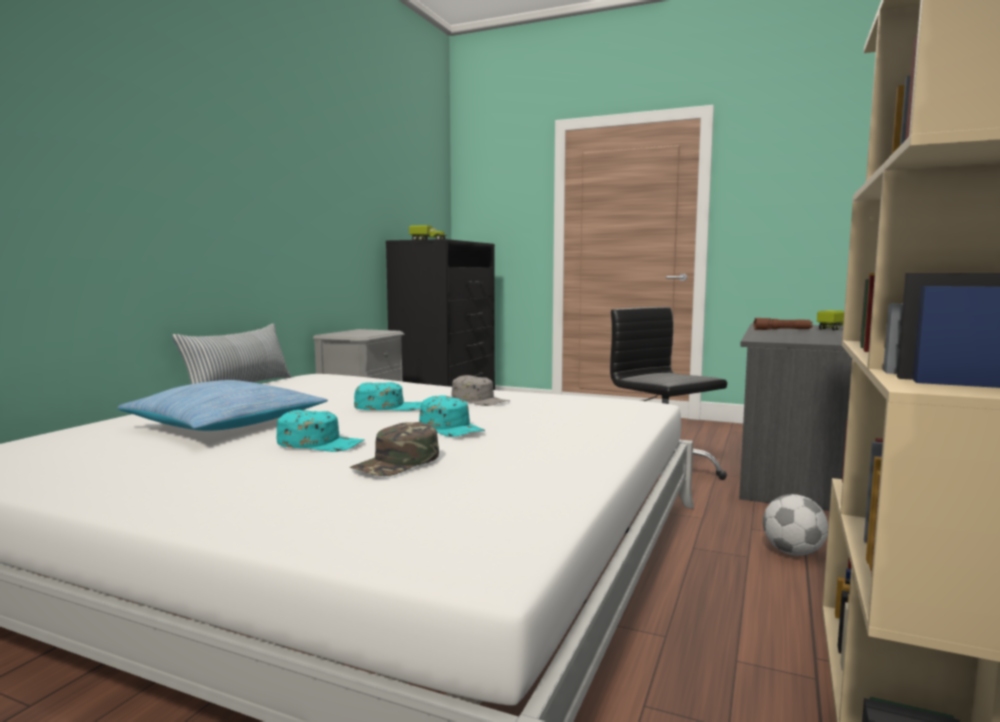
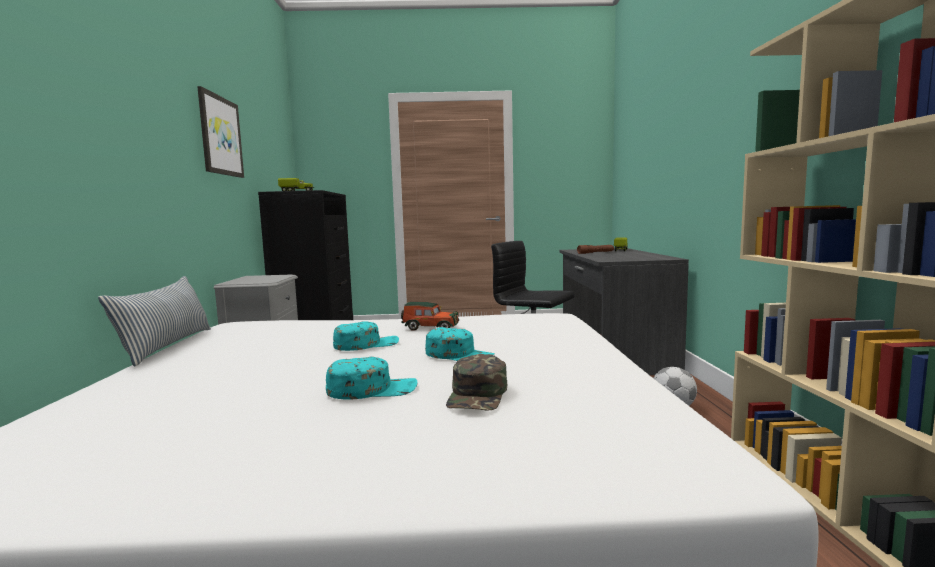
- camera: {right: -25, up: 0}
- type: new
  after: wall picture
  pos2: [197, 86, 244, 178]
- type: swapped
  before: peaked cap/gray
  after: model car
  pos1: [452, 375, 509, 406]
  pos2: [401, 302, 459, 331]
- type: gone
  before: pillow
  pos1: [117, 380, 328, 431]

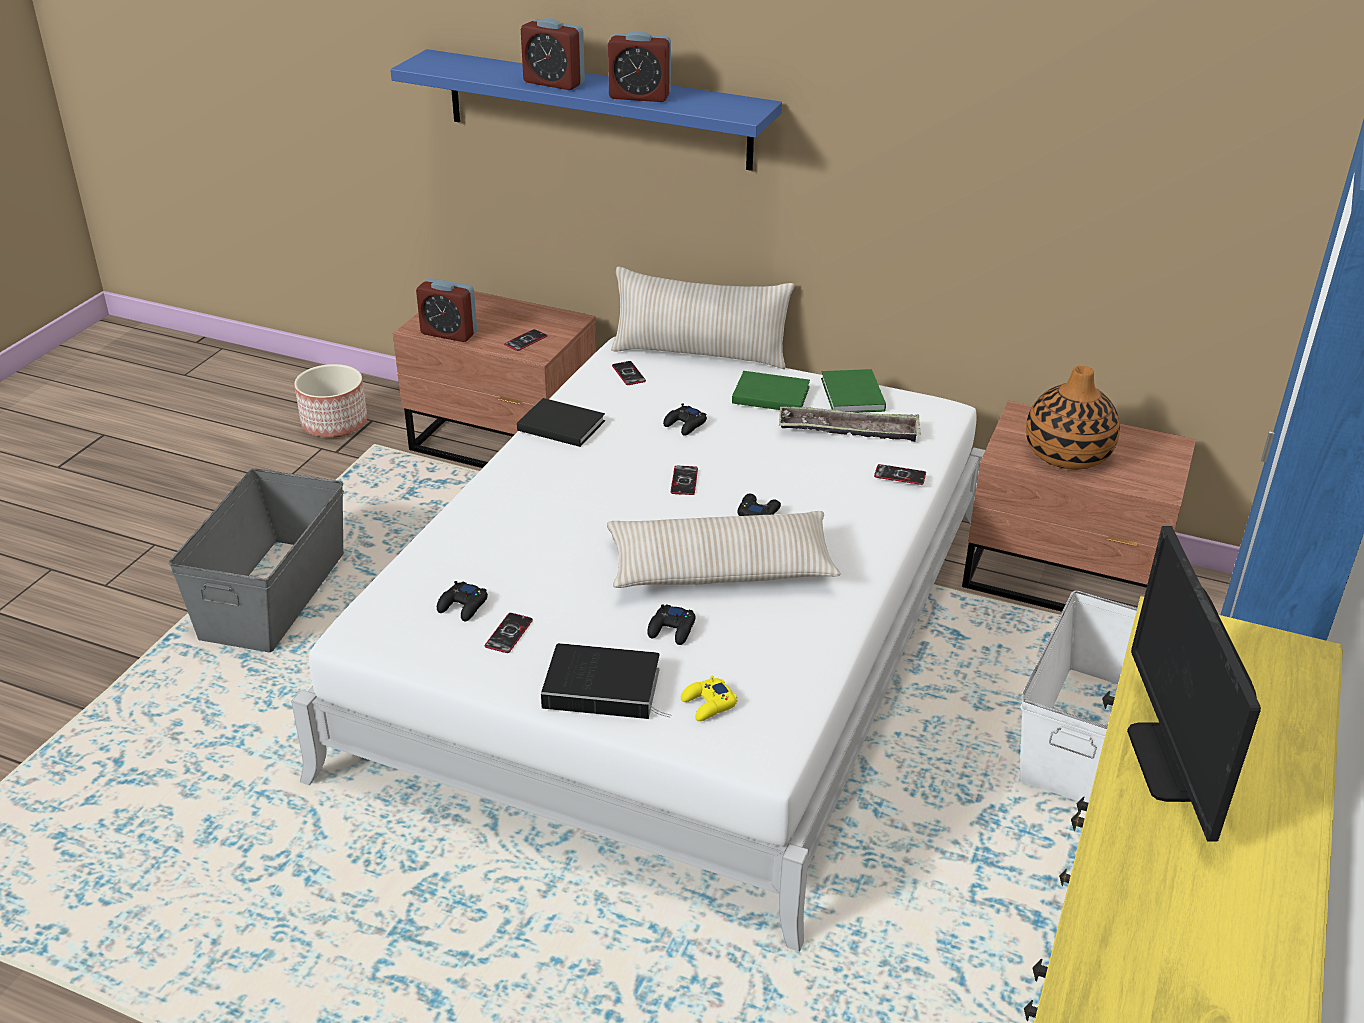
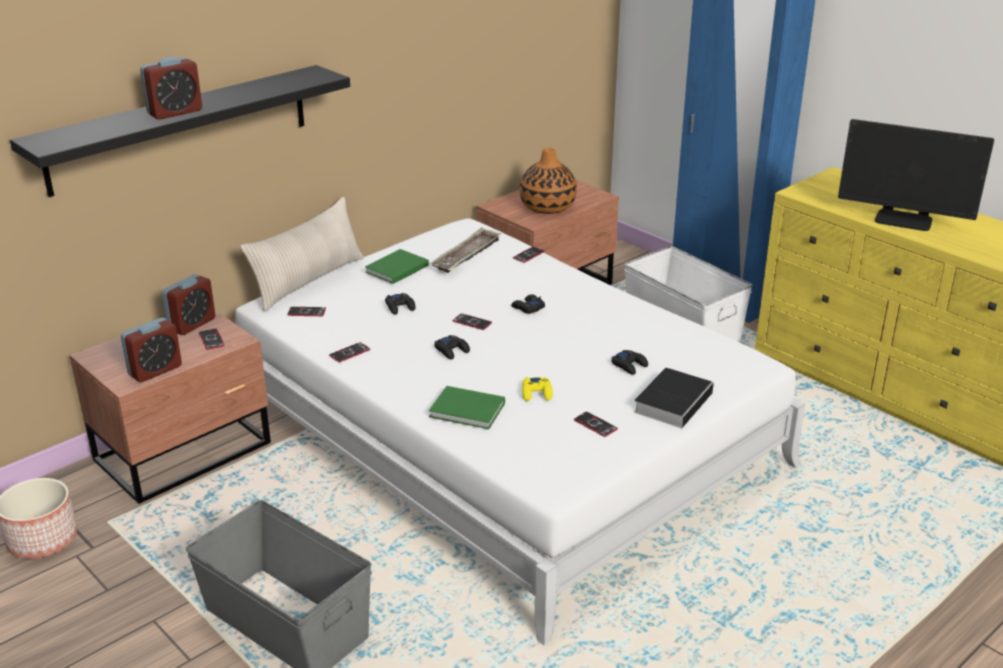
- camera: {right: -65, up: -5}
- type: repainted
  before: shelf/bluish
  after: shelf/blackish
  pos1: [390, 49, 782, 171]
  pos2: [10, 65, 350, 197]
- type: shifted
  before: bedside clock
  pos1: [608, 31, 671, 102]
  pos2: [161, 274, 215, 335]
- type: swapped
  before: book/blackish
  after: telephone
  pos1: [517, 398, 605, 447]
  pos2: [329, 342, 370, 362]
- type: shifted
  before: book/green-coloured
  pos1: [821, 369, 886, 413]
  pos2: [429, 386, 505, 429]
- type: shifted
  before: game controller/blackish
  pos1: [437, 581, 488, 621]
  pos2: [434, 335, 470, 359]
- type: shifted
  before: game controller/yellowish
  pos1: [681, 675, 737, 721]
  pos2: [522, 377, 553, 401]
- type: gone
  before: pillow/sand-coloured
  pos1: [607, 511, 841, 588]

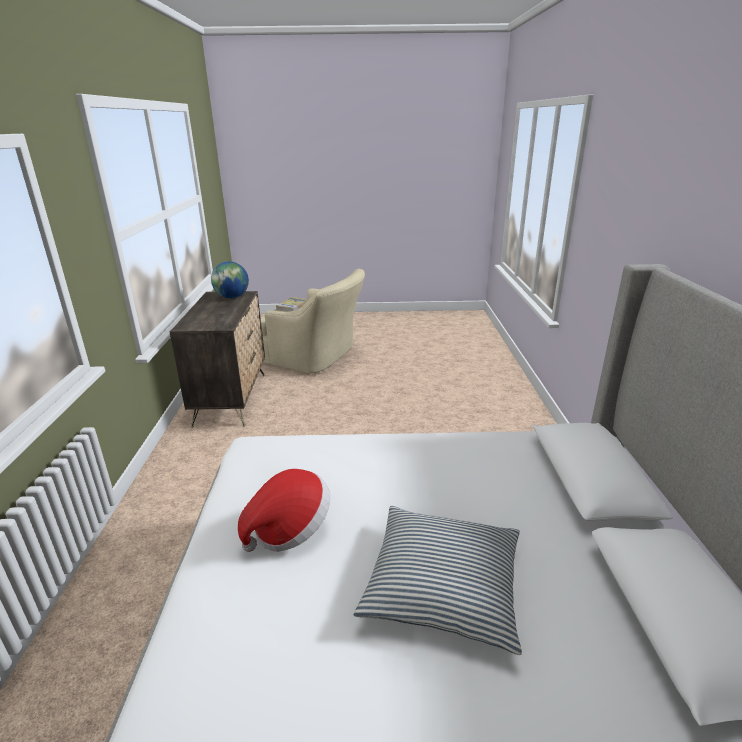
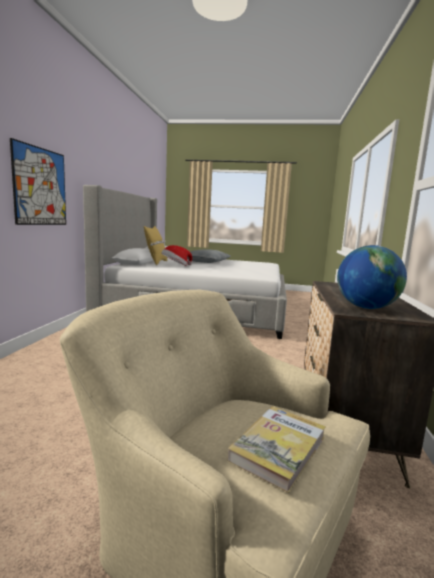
- camera: {right: -170, up: -15}
- type: new
  after: wall picture
  pos2: [10, 138, 66, 225]
- type: new
  after: pillow/yellowish
  pos2: [144, 226, 167, 265]
- type: shifted
  before: hat
  pos1: [238, 469, 330, 552]
  pos2: [161, 245, 192, 266]

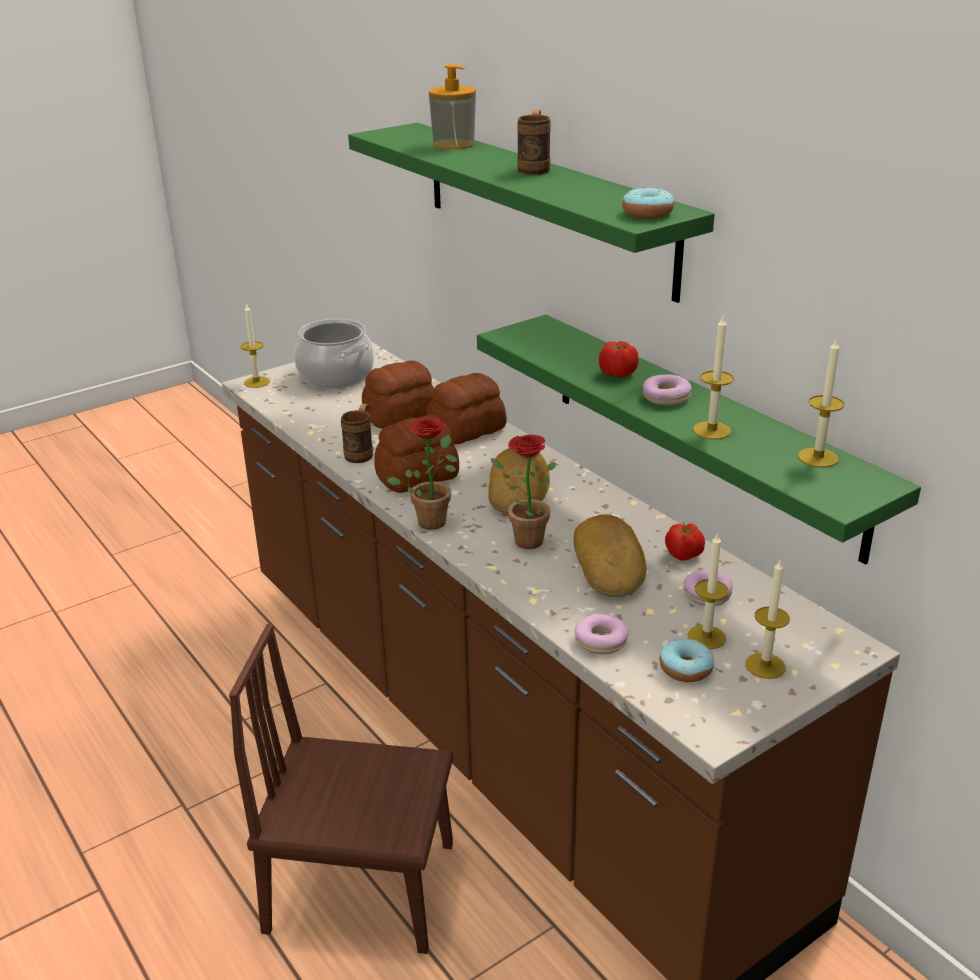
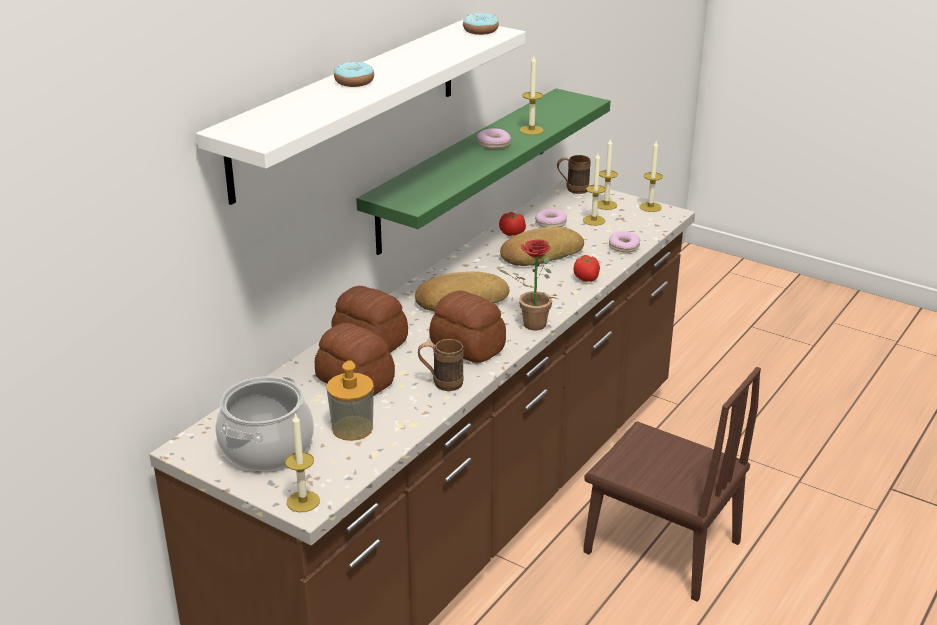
- camera: {right: -110, up: 0}
- type: repainted
  before: shelf/green-coloured
  after: shelf/white-coloured
  pos1: [348, 123, 715, 303]
  pos2: [196, 19, 525, 205]
- type: shifted
  before: soap bottle
  pos1: [429, 64, 476, 149]
  pos2: [326, 360, 374, 441]
- type: shifted
  before: donut
  pos1: [659, 639, 714, 682]
  pos2: [334, 62, 374, 87]
- type: shifted
  before: mug/brown-coloured
  pos1: [517, 109, 551, 175]
  pos2: [557, 155, 591, 194]
- type: shifted
  before: tomato
  pos1: [599, 341, 639, 378]
  pos2: [574, 255, 600, 282]
- type: rotated
  before: chair/brown-coloured
  pos1: [229, 624, 453, 954]
  pos2: [583, 367, 761, 602]
  turn: -45
- type: shifted
  before: wax candle
  pos1: [798, 337, 845, 467]
  pos2: [640, 141, 663, 212]
- type: gone
  before: potted plant
  pos1: [491, 435, 556, 549]

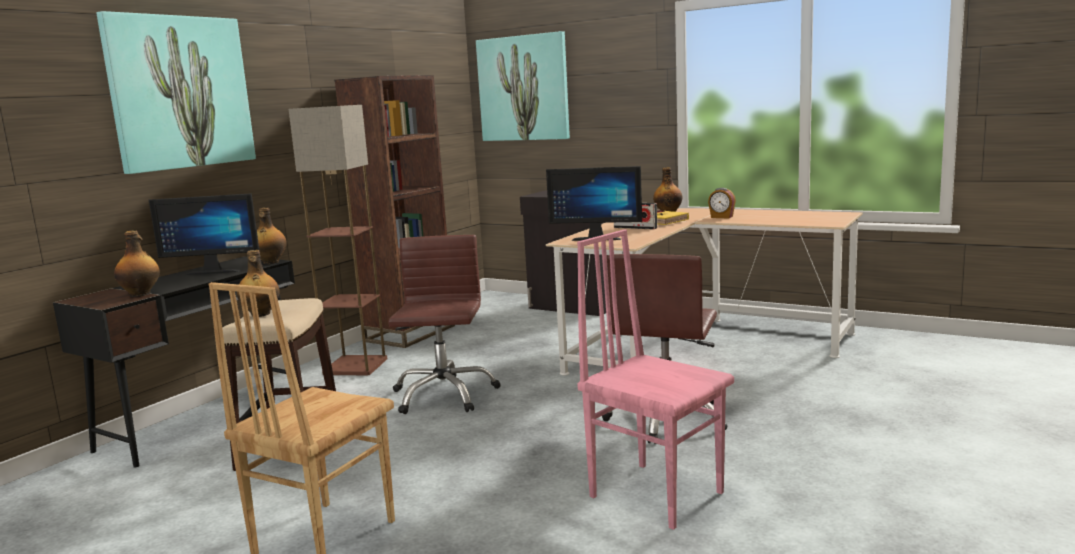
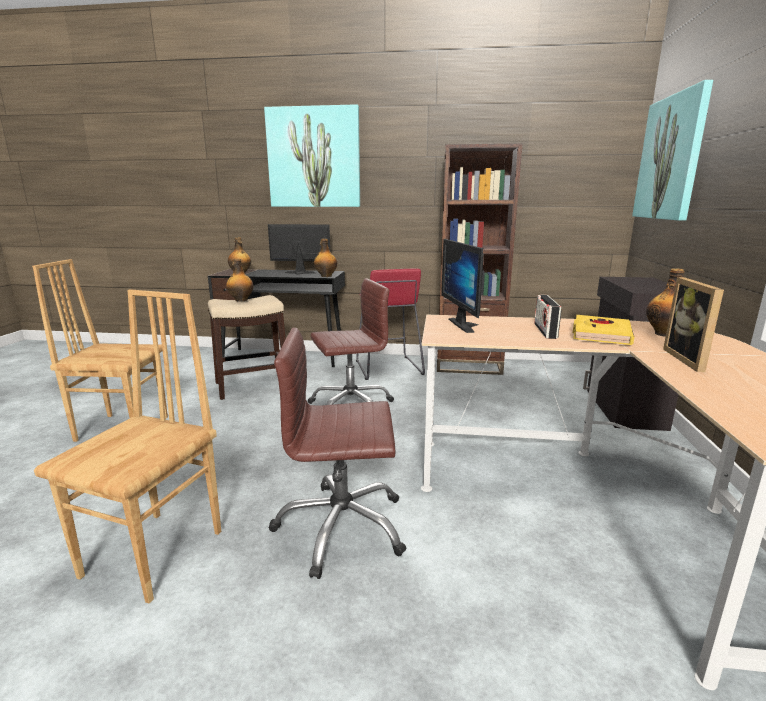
- camera: {right: 65, up: 5}
- type: repainted
  before: chair/pink
  after: chair/brown-coloured
  pos1: [577, 230, 734, 530]
  pos2: [34, 289, 221, 603]
- type: rotated
  before: computer display
  pos1: [149, 193, 260, 275]
  pos2: [268, 224, 330, 275]
  turn: 120
- type: swapped
  before: floor lamp
  after: stool seat/reddish
  pos1: [289, 105, 387, 375]
  pos2: [356, 269, 425, 380]
- type: swapped
  before: bedside clock
  after: standing frame
  pos1: [708, 188, 736, 219]
  pos2: [663, 277, 724, 372]

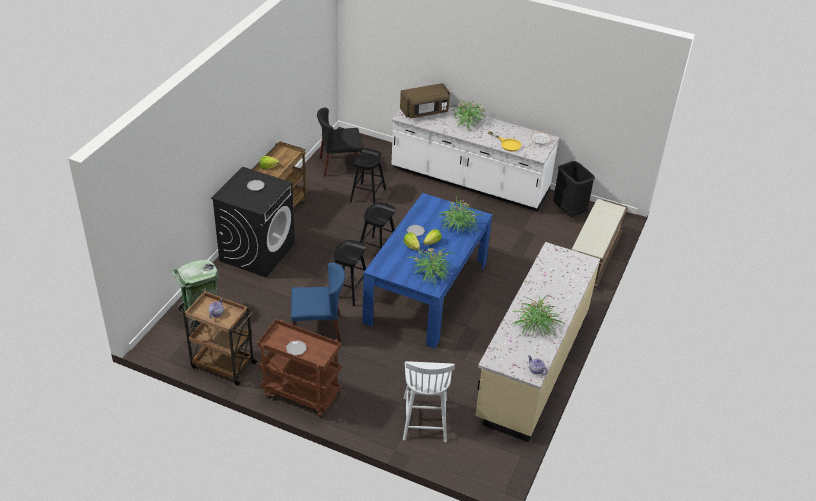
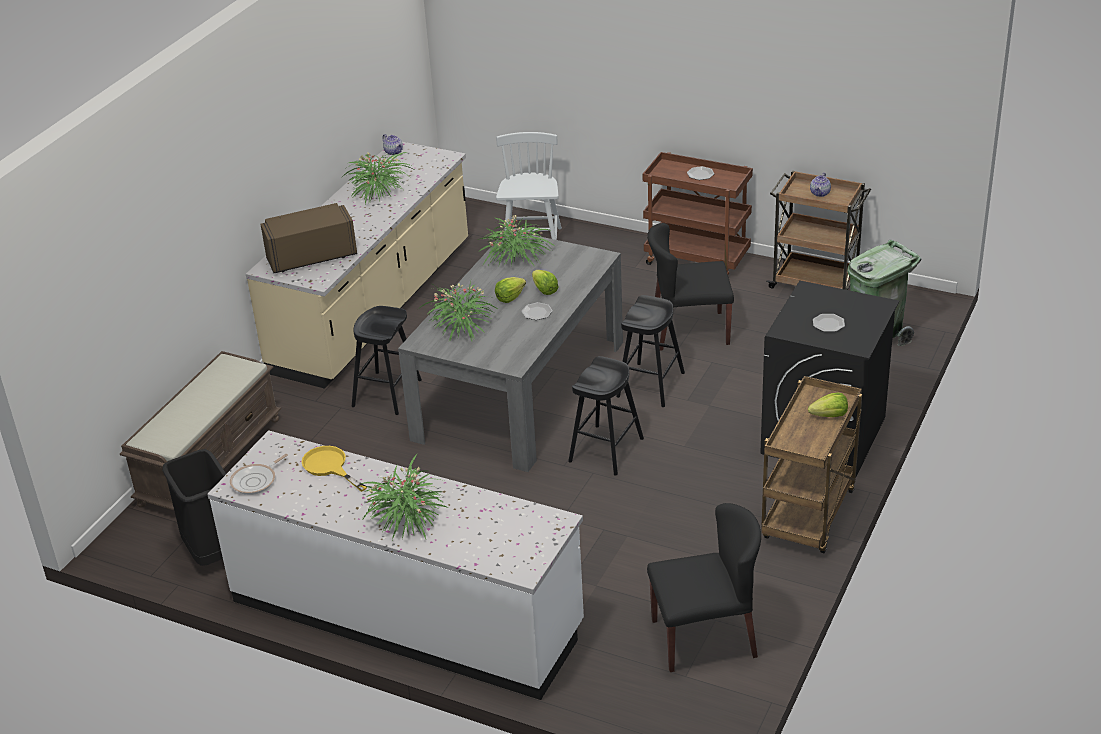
- camera: {right: -175, up: -5}
- type: shifted
  before: kitchen microwave/brown-coloured
  pos1: [400, 83, 450, 118]
  pos2: [261, 203, 357, 273]
- type: shifted
  before: stool seat/blackish
  pos1: [350, 148, 386, 204]
  pos2: [352, 306, 422, 415]
- type: repainted
  before: dinner table/bluish
  after: dinner table/gray
  pos1: [362, 193, 492, 349]
  pos2: [398, 230, 623, 472]
- type: repainted
  before: chair/bluish
  after: chair/blackish
  pos1: [291, 262, 345, 342]
  pos2: [647, 223, 734, 351]

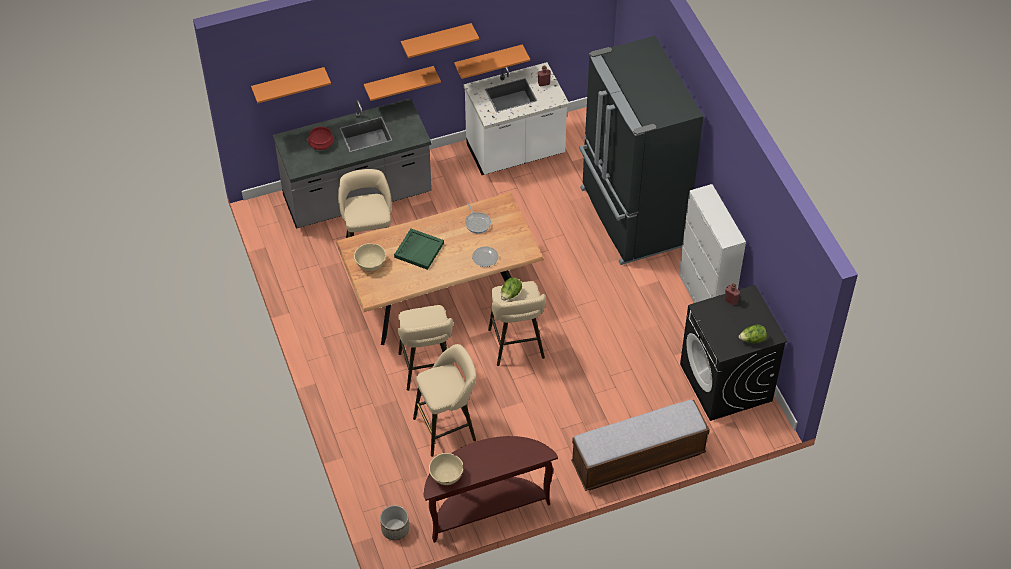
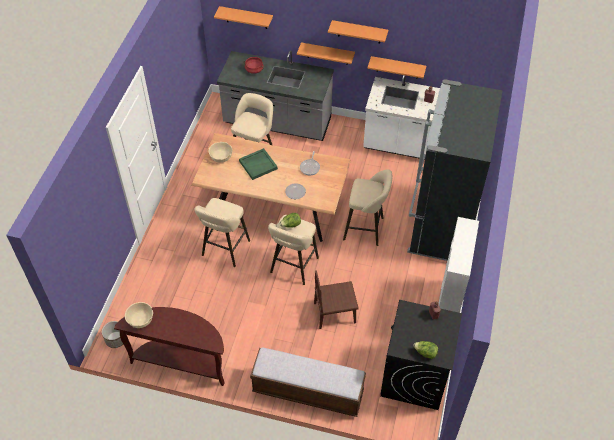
- camera: {right: 35, up: 0}
- type: new
  after: chair/brown-coloured
  pos2: [314, 270, 359, 329]
- type: shifted
  before: stool seat/sand-coloured
  pos1: [413, 344, 476, 457]
  pos2: [343, 169, 392, 246]

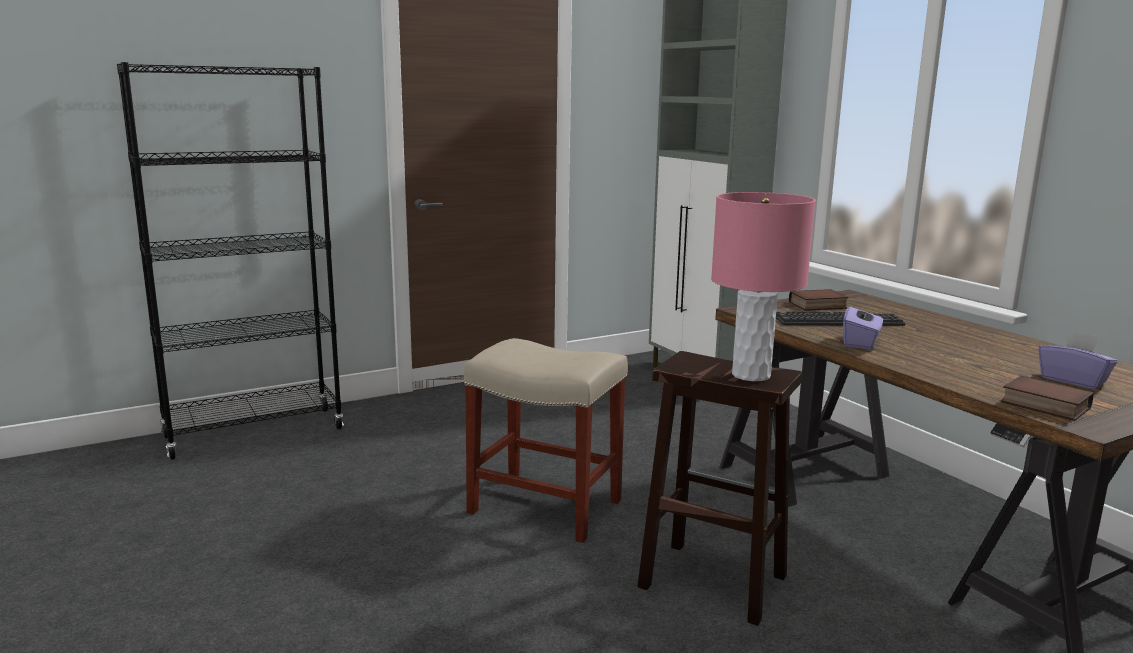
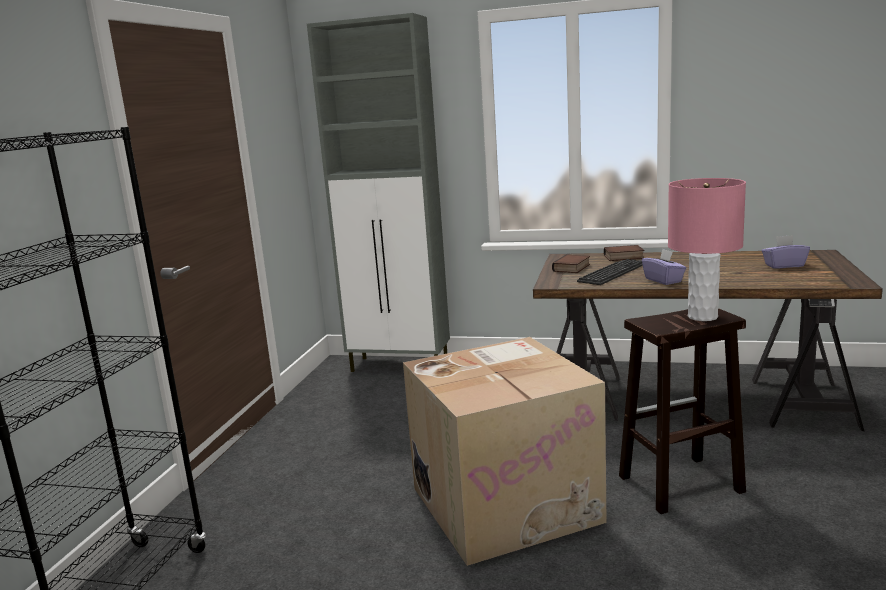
- camera: {right: -45, up: 0}
- type: swapped
  before: stool seat/sand-coloured
  after: carton
  pos1: [464, 338, 628, 543]
  pos2: [403, 337, 607, 566]
- type: shifted
  before: book
  pos1: [1001, 376, 1093, 421]
  pos2: [604, 245, 644, 261]

